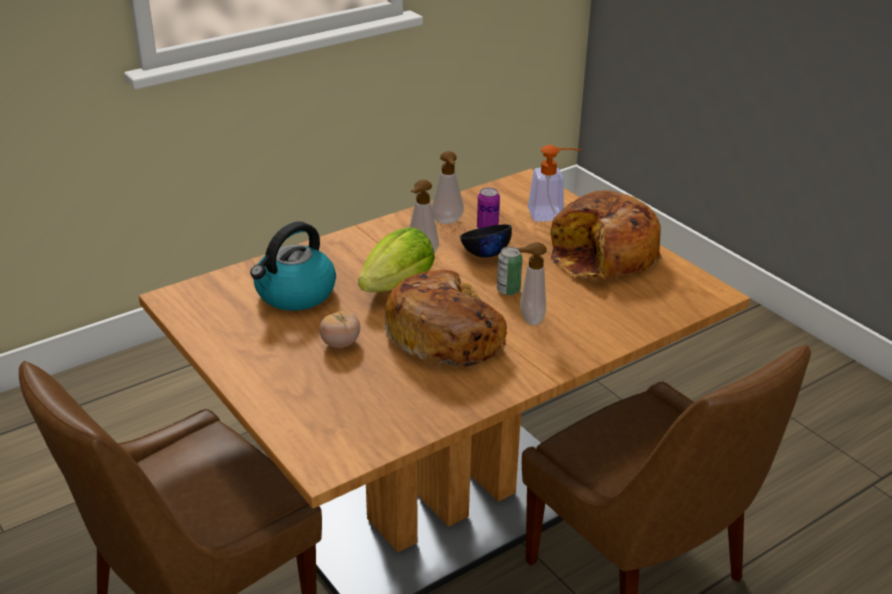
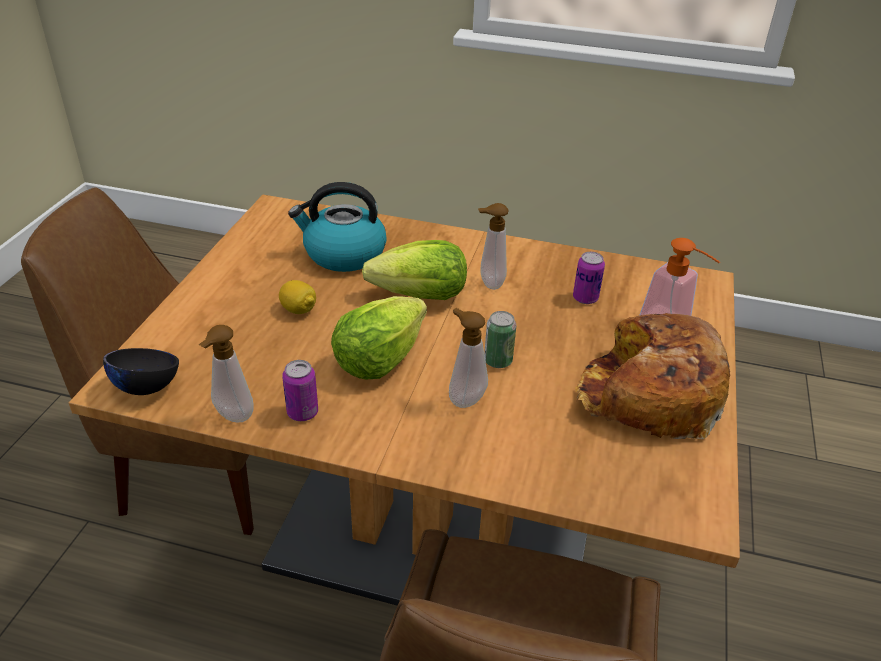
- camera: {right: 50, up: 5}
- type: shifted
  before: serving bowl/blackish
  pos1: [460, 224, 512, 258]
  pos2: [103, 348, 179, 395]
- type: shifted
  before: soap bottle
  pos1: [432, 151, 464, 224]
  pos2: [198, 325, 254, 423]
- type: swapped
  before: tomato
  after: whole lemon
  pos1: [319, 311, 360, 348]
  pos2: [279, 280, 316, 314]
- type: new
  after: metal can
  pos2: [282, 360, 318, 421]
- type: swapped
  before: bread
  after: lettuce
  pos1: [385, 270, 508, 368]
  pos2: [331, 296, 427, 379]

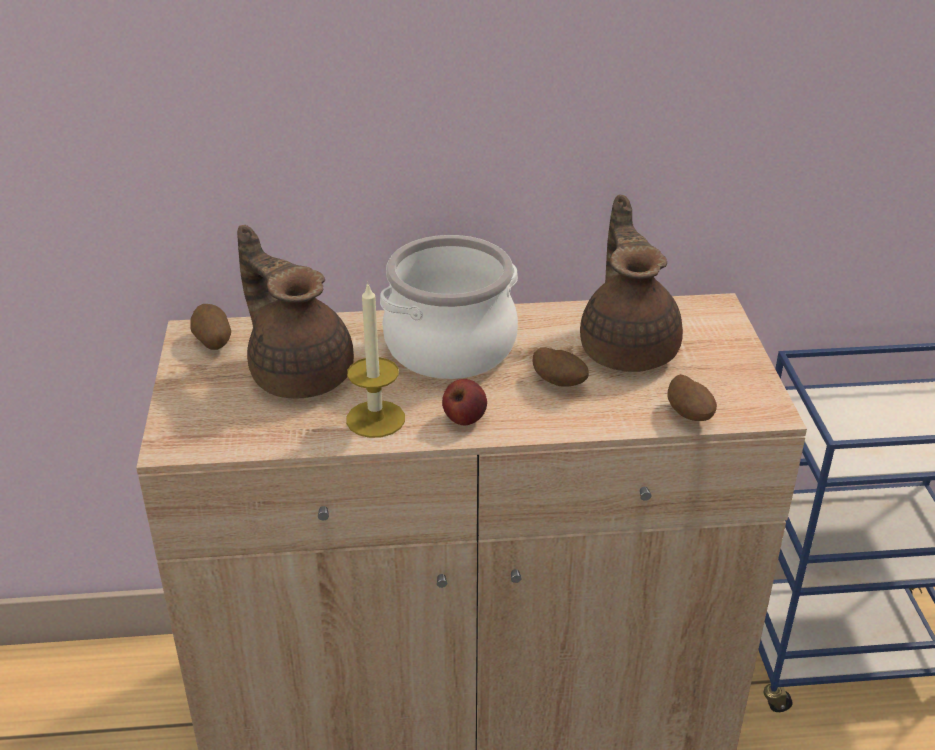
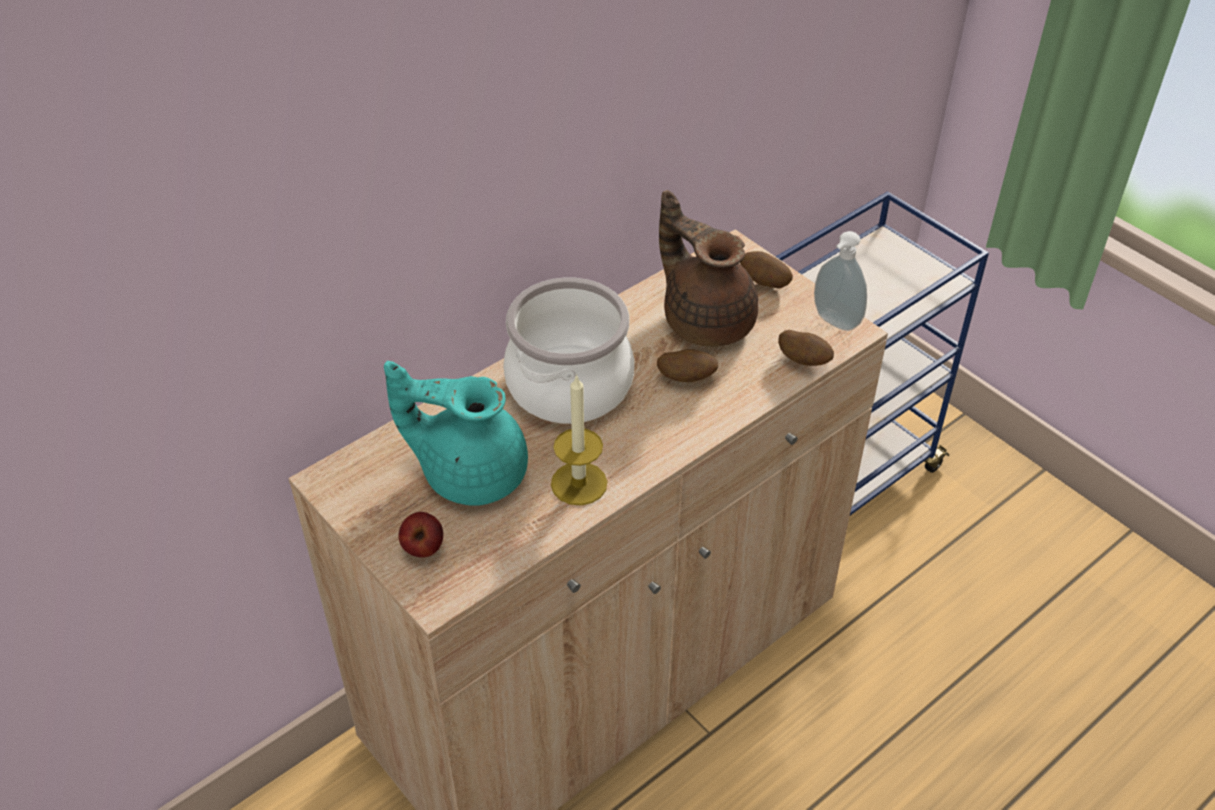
- camera: {right: -35, up: 10}
- type: repainted
  before: teapot/brown-coloured
  after: teapot/turquoise-coloured
  pos1: [237, 225, 354, 399]
  pos2: [384, 361, 528, 506]
- type: shifted
  before: apple fruit
  pos1: [442, 379, 487, 425]
  pos2: [398, 512, 443, 558]
- type: shifted
  before: potato
  pos1: [190, 304, 231, 350]
  pos2: [740, 251, 793, 288]
- type: new
  after: soap bottle
  pos2: [814, 231, 867, 331]

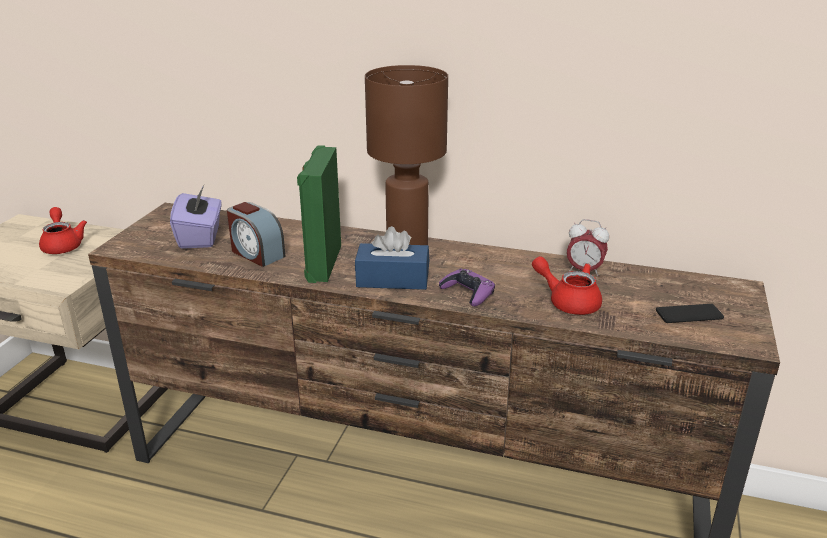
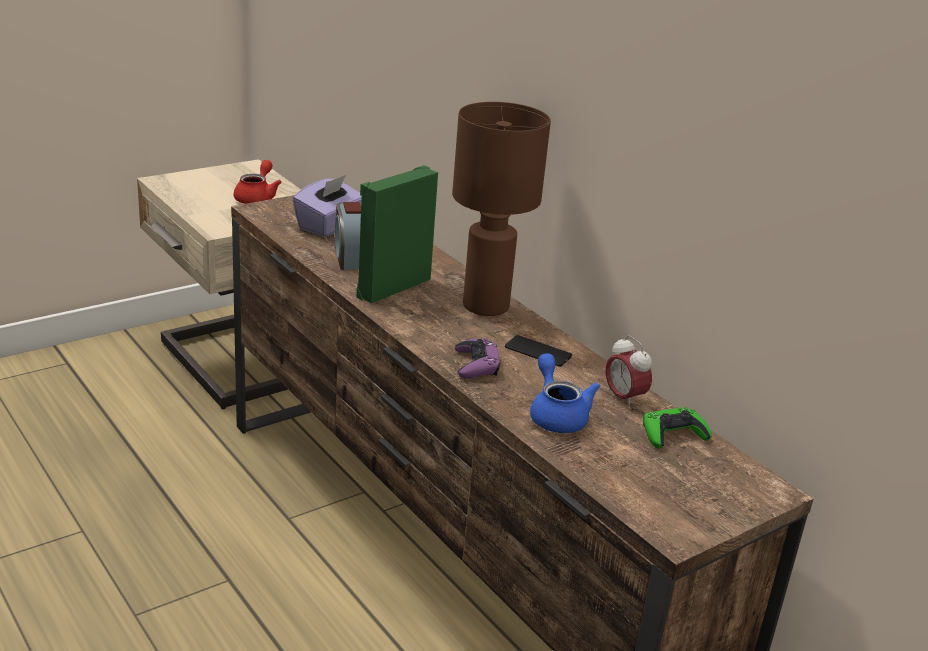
- camera: {right: 35, up: 0}
- type: shifted
  before: telephone
  pos1: [656, 304, 724, 323]
  pos2: [505, 335, 572, 367]
- type: repainted
  before: teapot/reddish
  after: teapot/bluish
  pos1: [532, 256, 602, 315]
  pos2: [530, 353, 600, 433]
- type: new
  after: game controller/green-coloured
  pos2: [643, 408, 712, 449]
- type: gone
  before: tissue holder/bluish
  pos1: [355, 226, 429, 290]

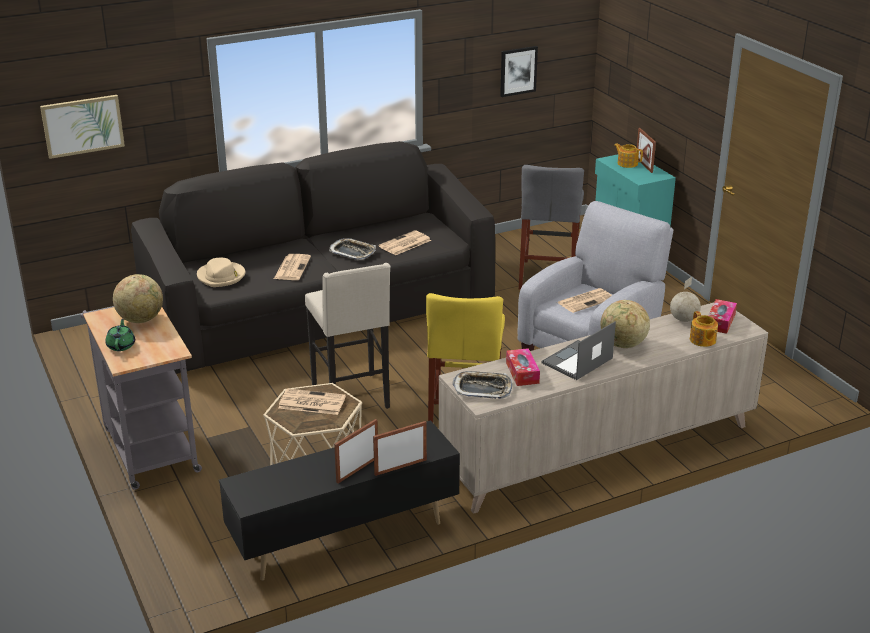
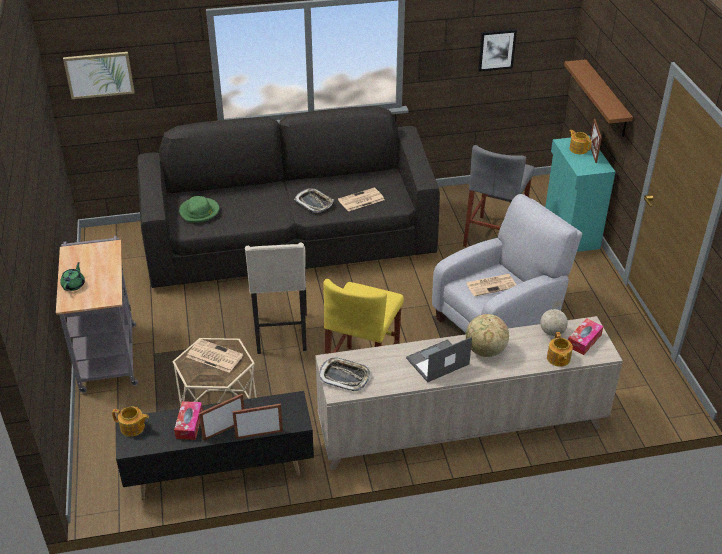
- camera: {right: 15, up: 10}
- type: new
  after: teapot
  pos2: [112, 407, 149, 437]
- type: shifted
  before: tissue holder
  pos1: [506, 348, 540, 386]
  pos2: [174, 401, 203, 440]
- type: repainted
  before: hat/sand-coloured
  after: hat/green-coloured
  pos1: [197, 258, 245, 287]
  pos2: [179, 196, 219, 222]
- type: new
  after: shelf/brown-coloured
  pos2: [564, 59, 633, 137]
- type: gone
  before: world globe
  pos1: [113, 274, 163, 323]
- type: gone
  before: printed paper
  pos1: [274, 254, 311, 280]

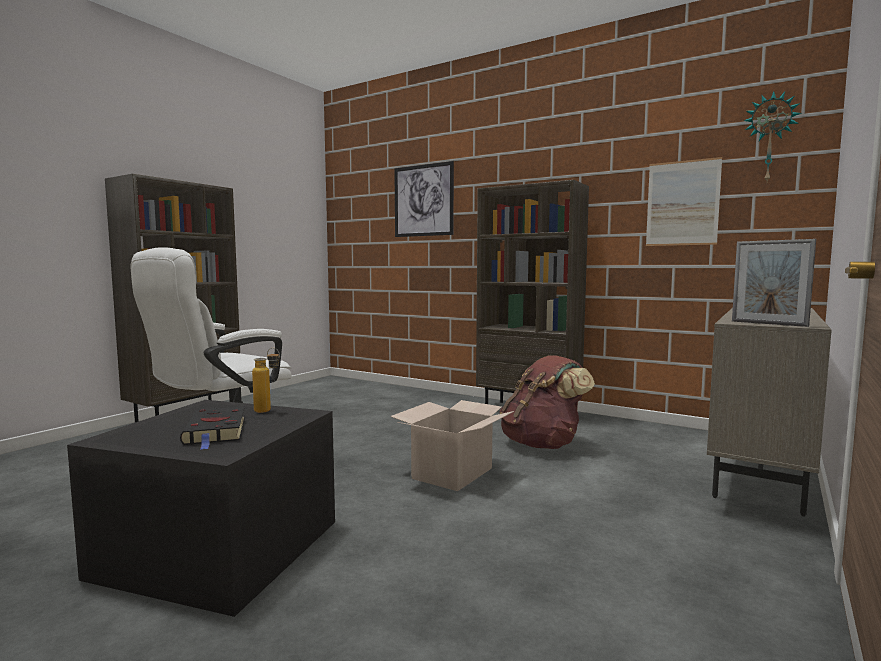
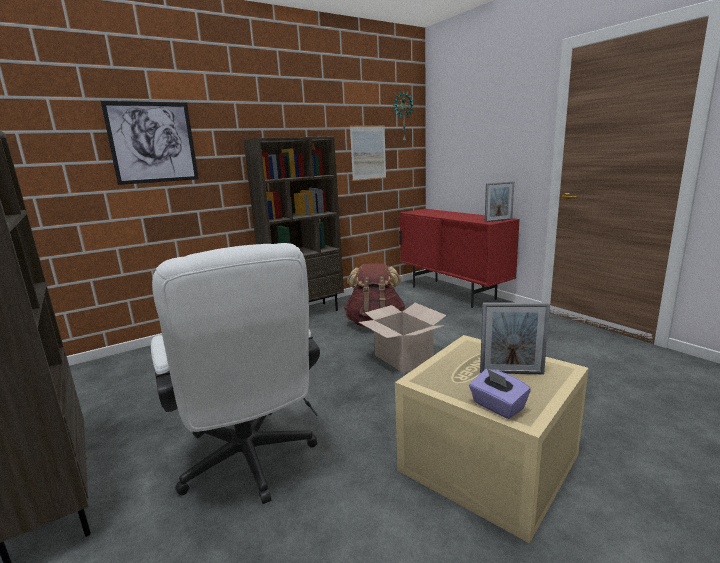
- camera: {right: -65, up: 10}
- type: repainted
  before: storage container/blackish
  after: storage container/sand-coloured
  pos1: [67, 400, 335, 617]
  pos2: [395, 335, 589, 544]
- type: repainted
  before: cupboard/sand-coloured
  after: cupboard/reddish
  pos1: [707, 308, 832, 516]
  pos2: [399, 209, 520, 308]
- type: new
  after: tissue holder/purple
  pos2: [469, 369, 531, 419]
- type: swapped
  before: book/blackish
  after: standing frame
  pos1: [180, 406, 245, 450]
  pos2: [480, 303, 550, 374]
- type: gone
  before: beverage bottle
  pos1: [252, 348, 280, 413]

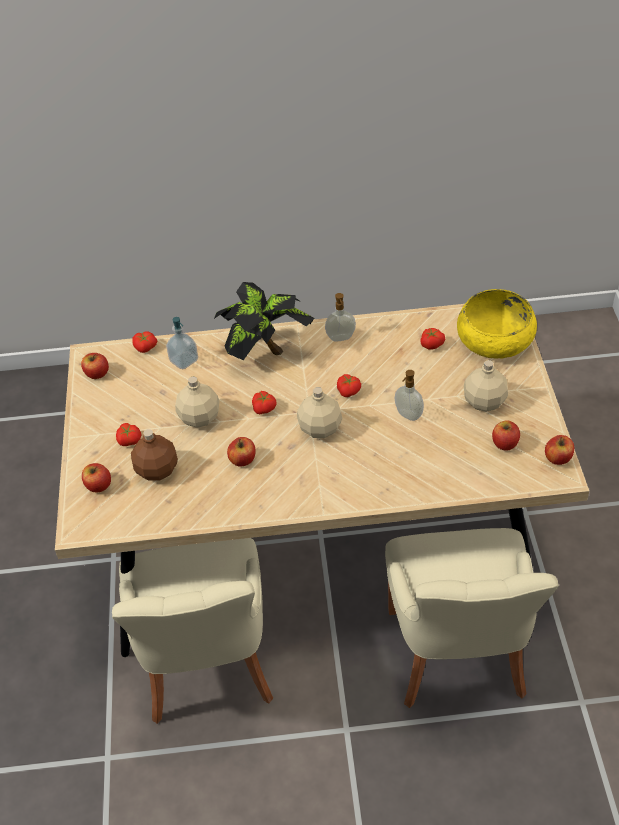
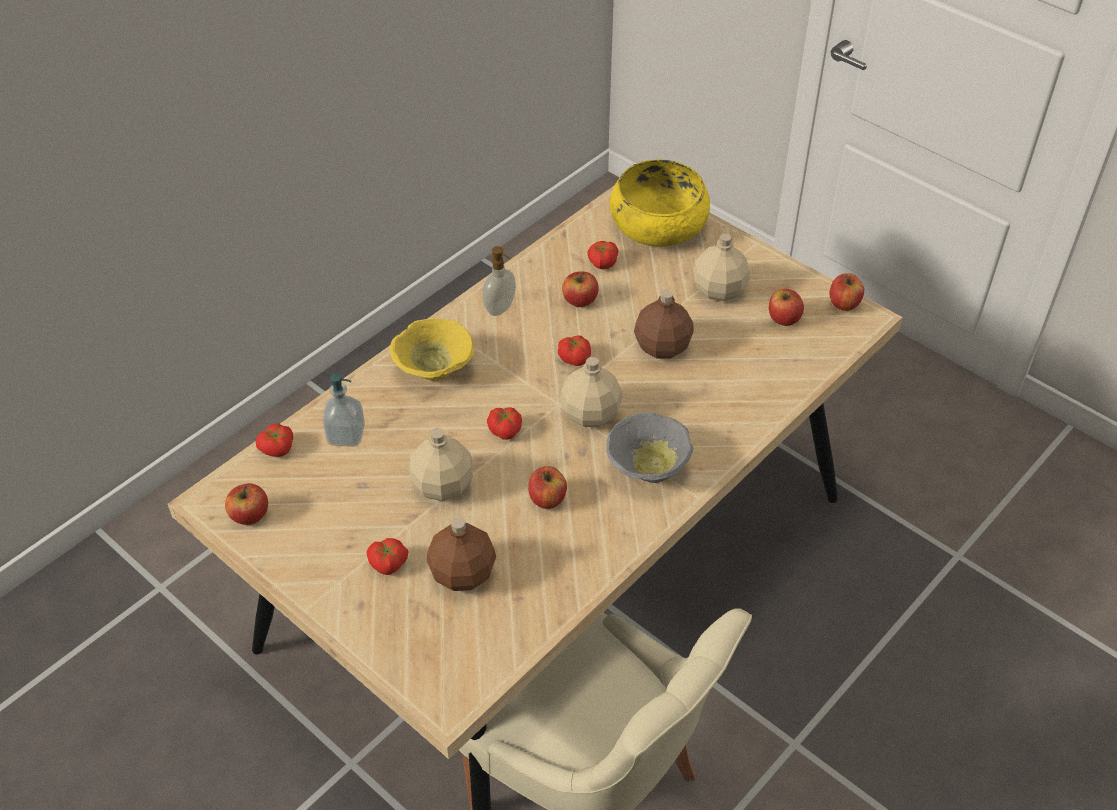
- camera: {right: -45, up: 0}
- type: swapped
  before: potted plant
  after: serving bowl/yellowish
  pos1: [214, 282, 314, 360]
  pos2: [390, 318, 475, 381]
- type: shifted
  before: apple fruit
  pos1: [82, 463, 111, 492]
  pos2: [562, 272, 599, 307]
- type: new
  after: serving bowl/gray
  pos2: [606, 412, 693, 483]
- type: swapped
  before: soap bottle
  after: beverage bottle/brown-coloured
  pos1: [395, 370, 424, 421]
  pos2: [634, 290, 694, 359]
- type: gone
  before: chair/sand-coloured
  pos1: [385, 528, 559, 708]

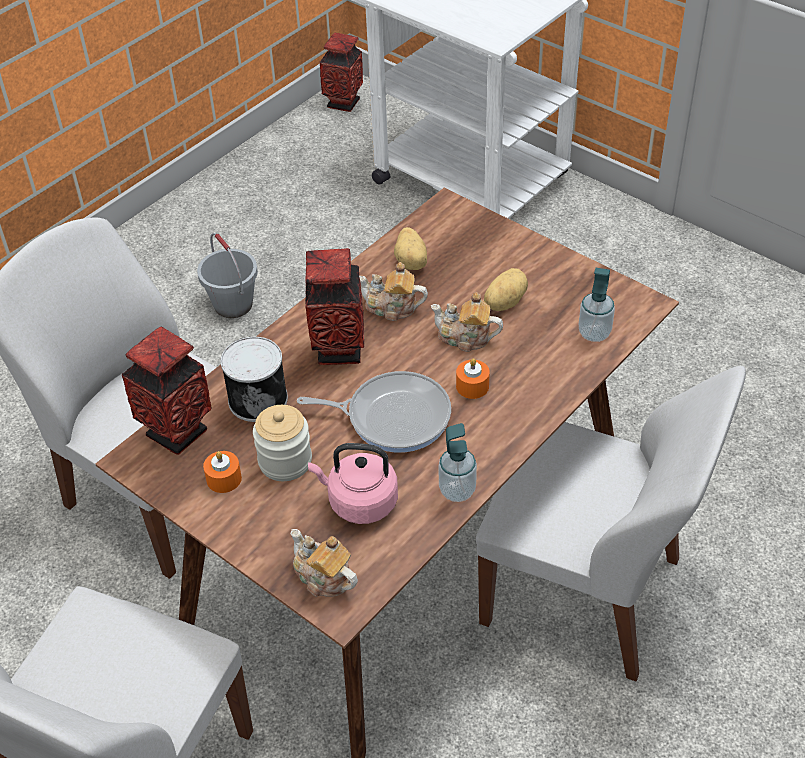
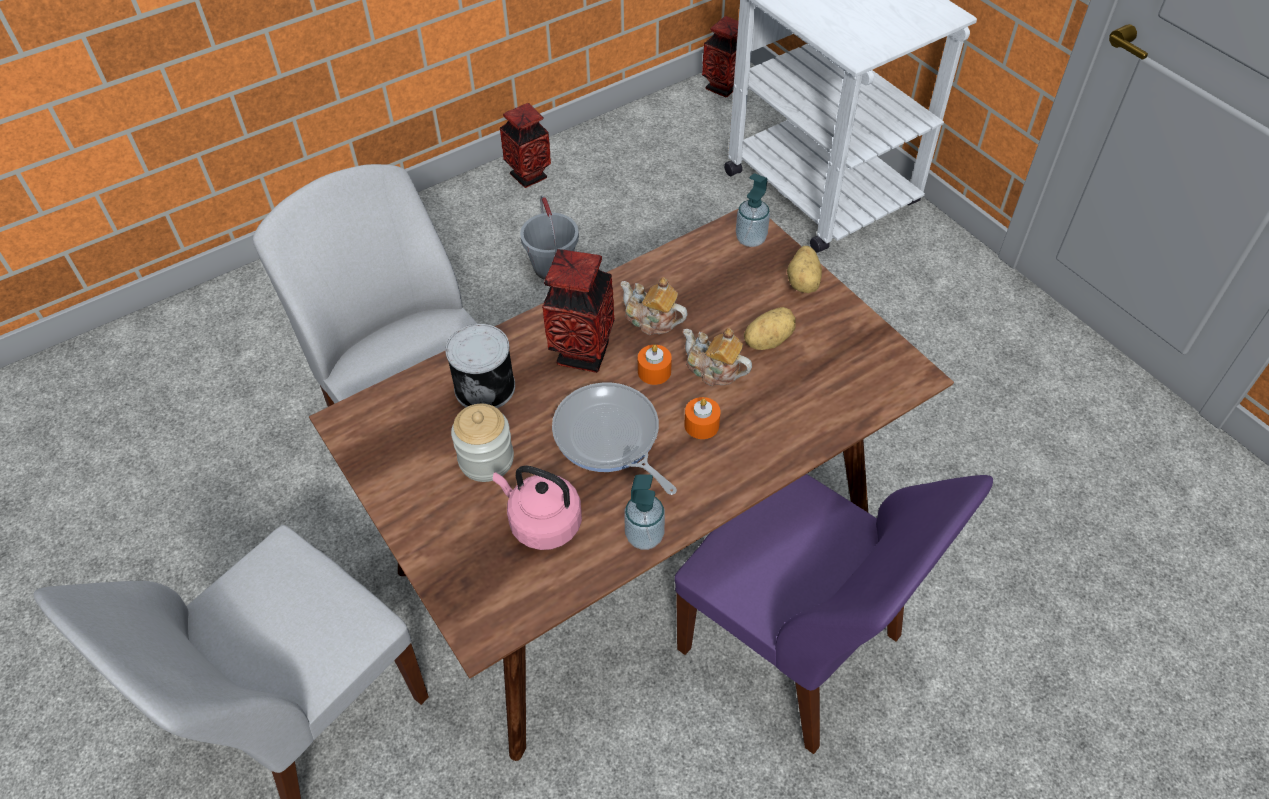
- camera: {right: 15, up: 5}
- type: shifted
  before: vase
  pos1: [122, 327, 211, 455]
  pos2: [500, 103, 551, 188]
- type: rotated
  before: pan
  pos1: [297, 371, 451, 453]
  pos2: [552, 383, 677, 495]
  turn: -150
- type: shifted
  before: wax candle/orangey
  pos1: [203, 451, 242, 493]
  pos2: [638, 344, 672, 385]
- type: repainted
  before: chair/white-coloured
  after: chair/purple
  pos1: [476, 366, 746, 681]
  pos2: [675, 474, 993, 754]
- type: shifted
  before: soap bottle
  pos1: [579, 268, 615, 342]
  pos2: [736, 173, 770, 247]
- type: shifted
  before: potato
  pos1: [394, 227, 427, 270]
  pos2: [787, 246, 822, 293]
- type: gone
  before: teapot
  pos1: [290, 529, 358, 597]

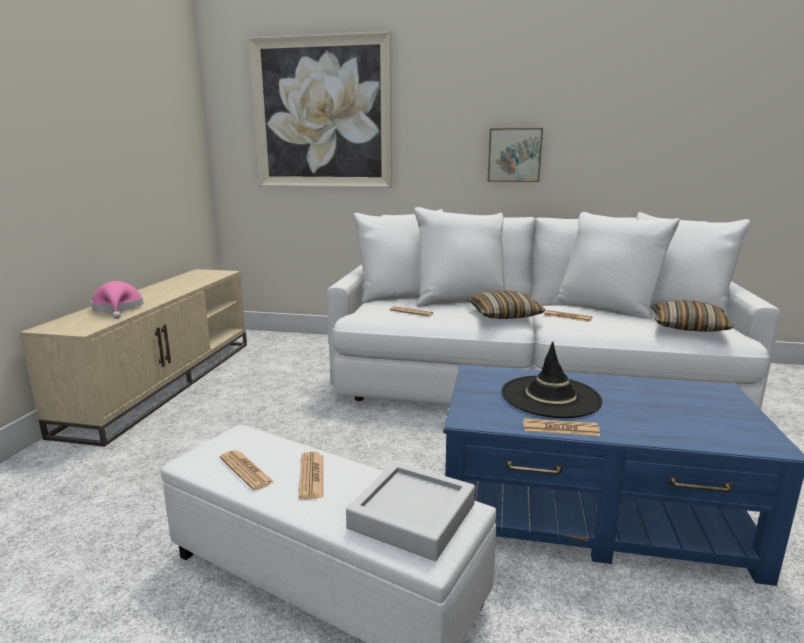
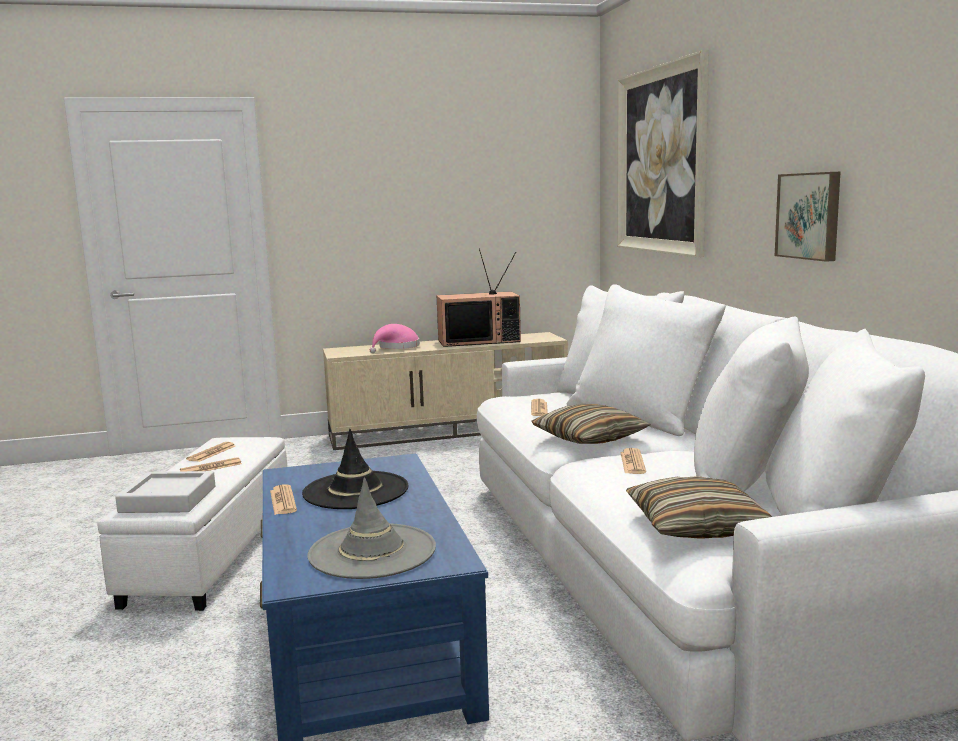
- camera: {right: 65, up: -5}
- type: new
  after: hat/gray
  pos2: [307, 477, 436, 579]
- type: new
  after: TV
  pos2: [436, 248, 521, 347]

